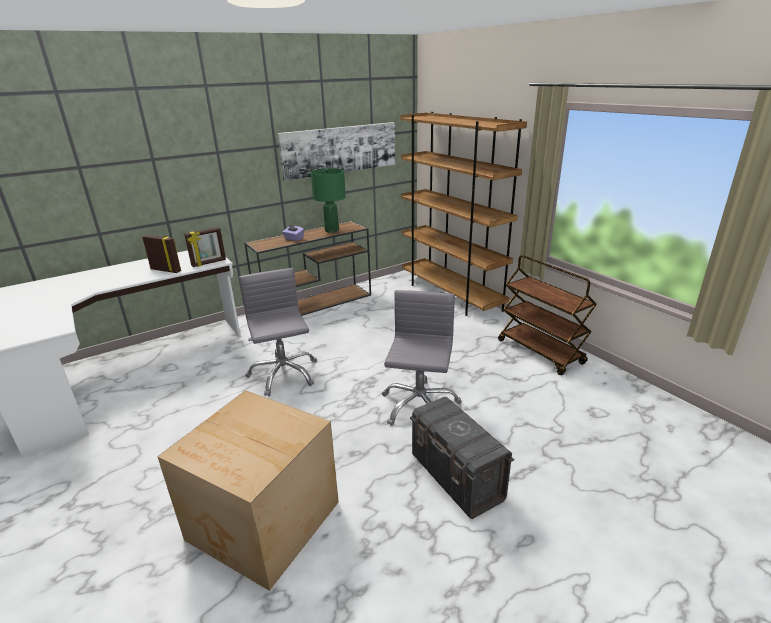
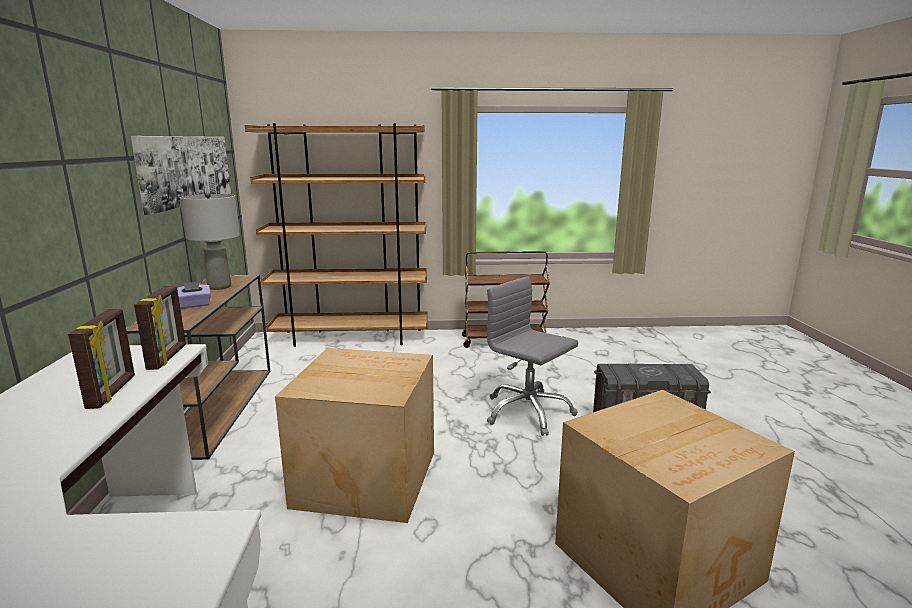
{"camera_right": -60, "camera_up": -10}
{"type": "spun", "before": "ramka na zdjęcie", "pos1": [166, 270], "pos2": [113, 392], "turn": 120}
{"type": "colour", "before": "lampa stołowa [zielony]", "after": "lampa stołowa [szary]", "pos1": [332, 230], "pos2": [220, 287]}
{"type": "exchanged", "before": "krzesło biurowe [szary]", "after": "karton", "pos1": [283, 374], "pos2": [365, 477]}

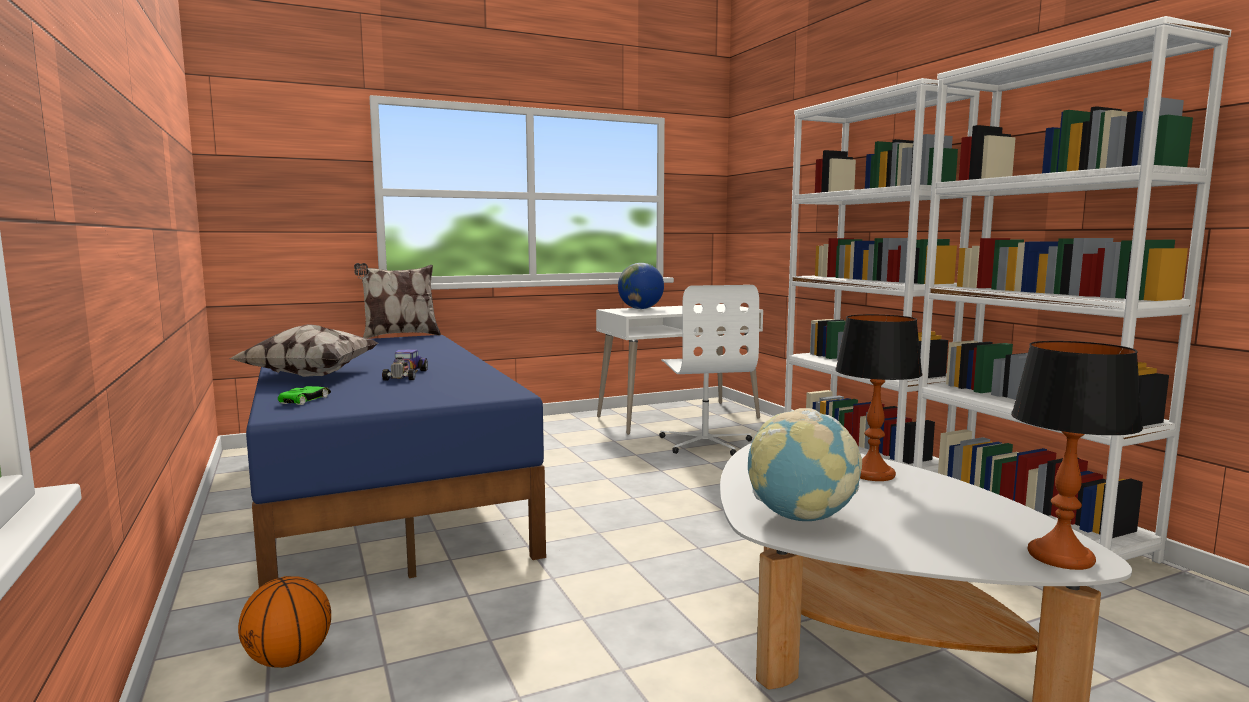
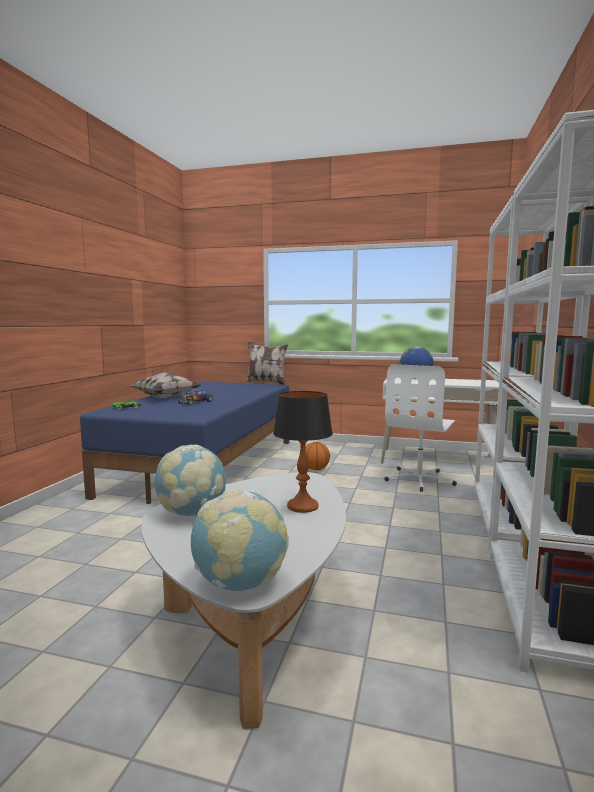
{"camera_right": 40, "camera_up": 0}
{"type": "exchanged", "before": "lampa stołowa", "after": "globus", "pos1": [1061, 557], "pos2": [240, 583]}
{"type": "relocated", "before": "piłka do koszykówki", "pos1": [289, 660], "pos2": [316, 469]}

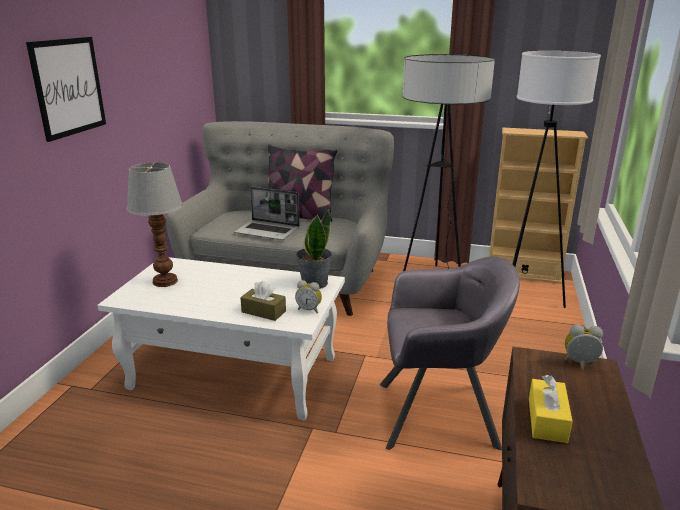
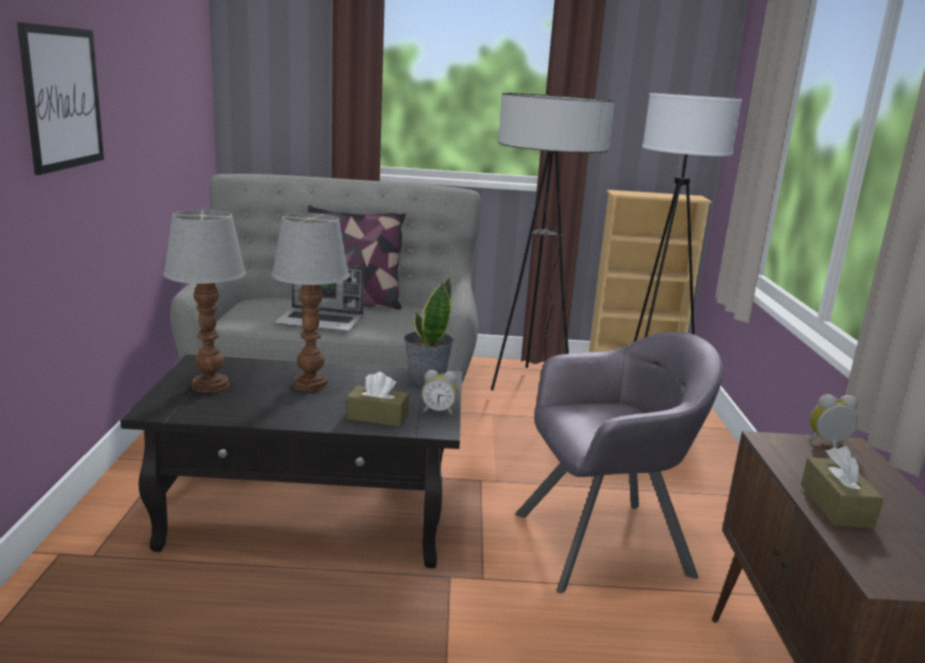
{"camera_right": -15, "camera_up": -5}
{"type": "colour", "before": "ława [biały]", "after": "ława [czarny]", "pos1": [236, 373], "pos2": [311, 515]}
{"type": "appeared", "after": "lampa stołowa", "pos2": [312, 384]}
{"type": "colour", "before": "pudełko chusteczek [żółty]", "after": "pudełko chusteczek [brązowy]", "pos1": [547, 420], "pos2": [836, 505]}

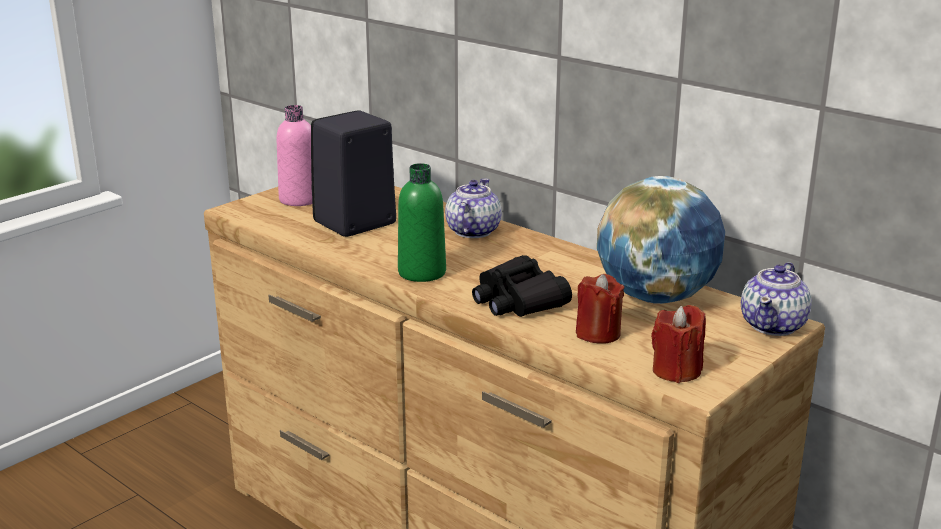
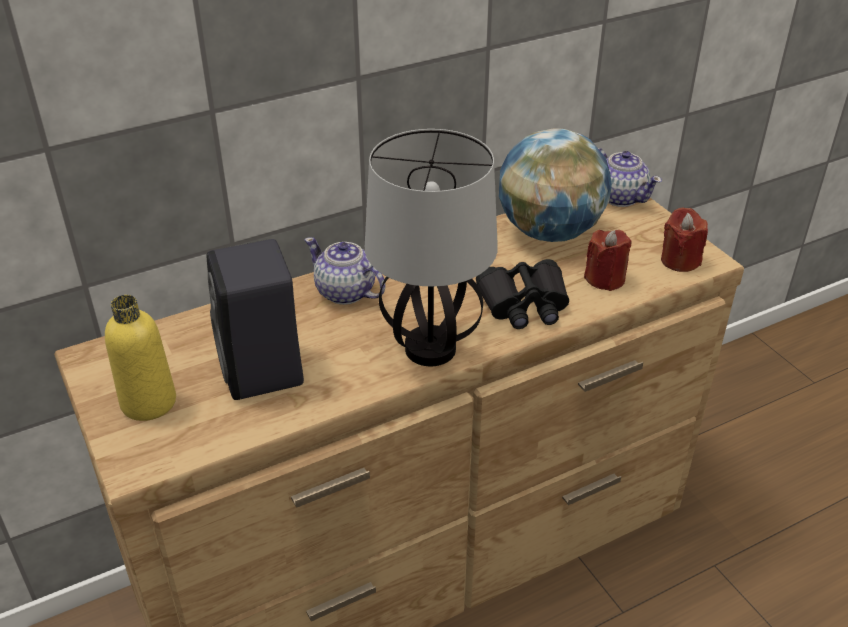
{"camera_right": -70, "camera_up": 15}
{"type": "colour", "before": "butelka [różowy]", "after": "butelka [żółty]", "pos1": [299, 199], "pos2": [148, 402]}
{"type": "exchanged", "before": "butelka [zielony]", "after": "lampa stołowa", "pos1": [422, 272], "pos2": [430, 348]}

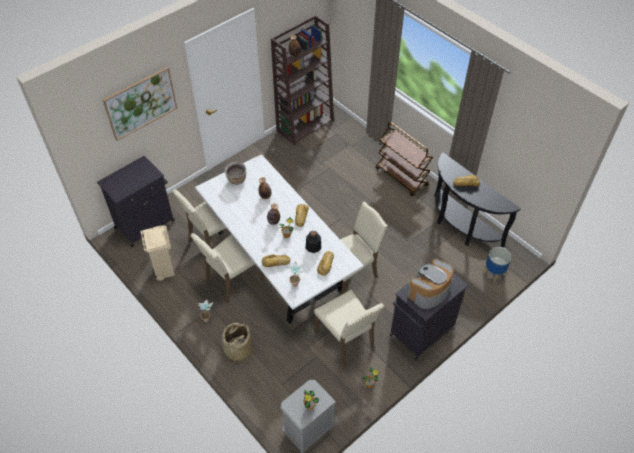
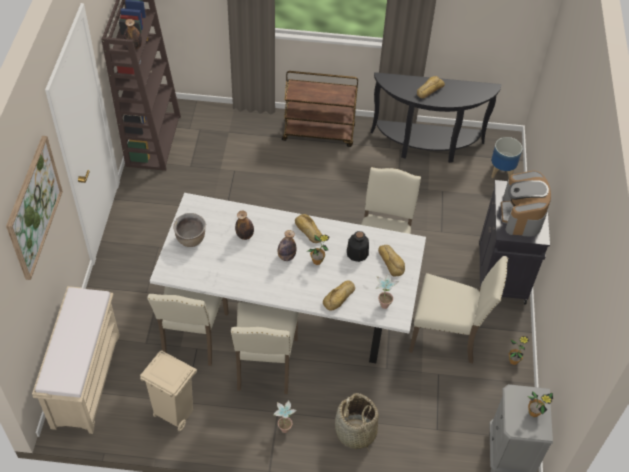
{"camera_right": -45, "camera_up": 0}
{"type": "exchanged", "before": "szafka [czarny]", "after": "ławka [beżowy]", "pos1": [146, 223], "pos2": [86, 379]}

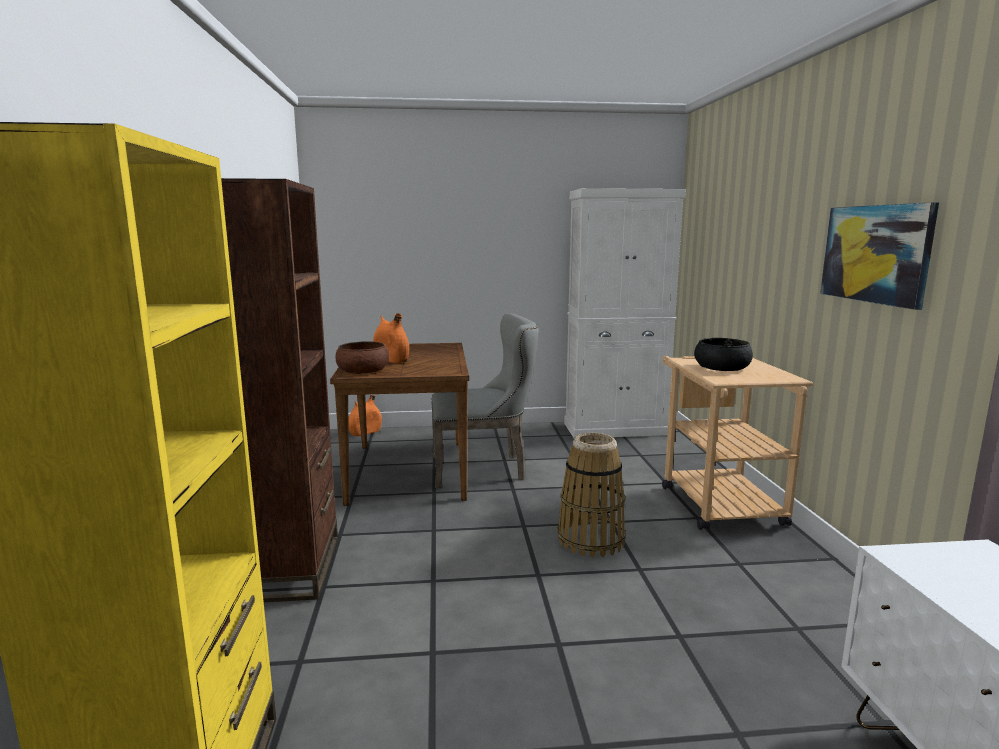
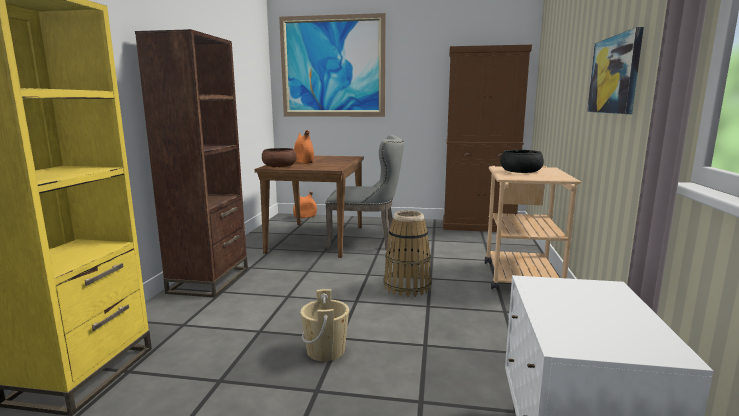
{"camera_right": 15, "camera_up": 0}
{"type": "appeared", "after": "obraz", "pos2": [332, 67]}
{"type": "appeared", "after": "wiadro [beżowy]", "pos2": [326, 351]}
{"type": "colour", "before": "szafka [biały]", "after": "szafka [brązowy]", "pos1": [615, 429], "pos2": [478, 226]}

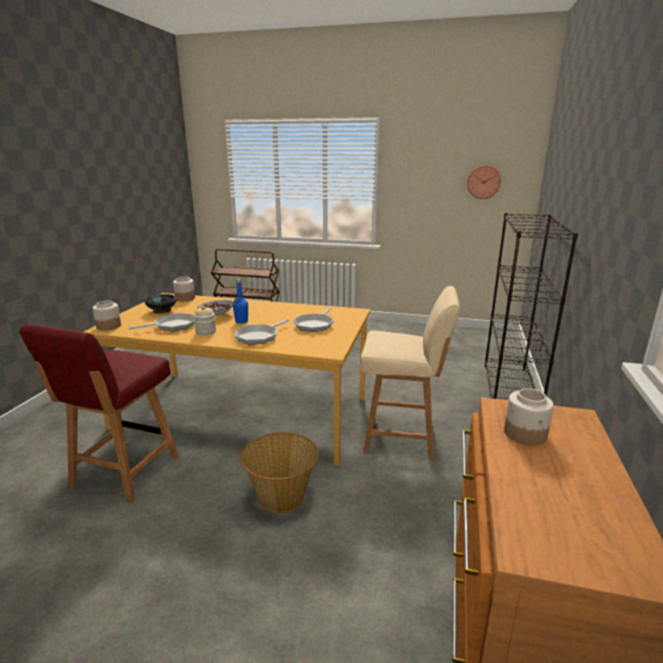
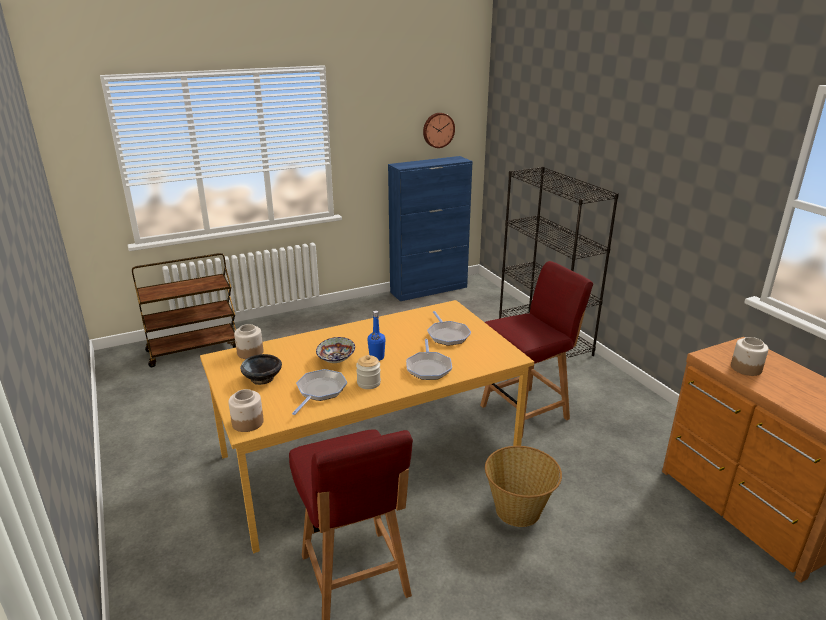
{"camera_right": -40, "camera_up": 5}
{"type": "appeared", "after": "szafka [niebieski]", "pos2": [429, 289]}
{"type": "colour", "before": "krzesło [beżowy]", "after": "krzesło [czerwony]", "pos1": [401, 436], "pos2": [526, 411]}

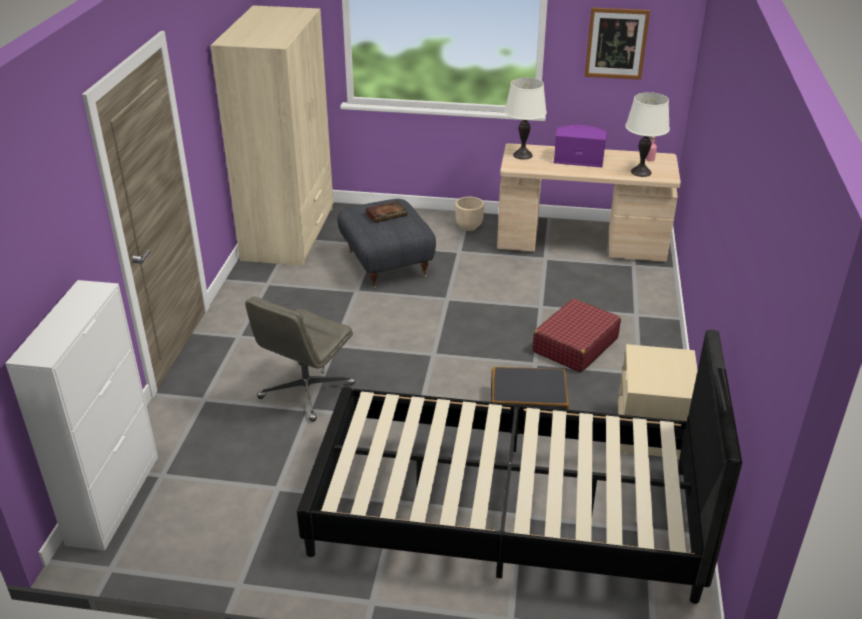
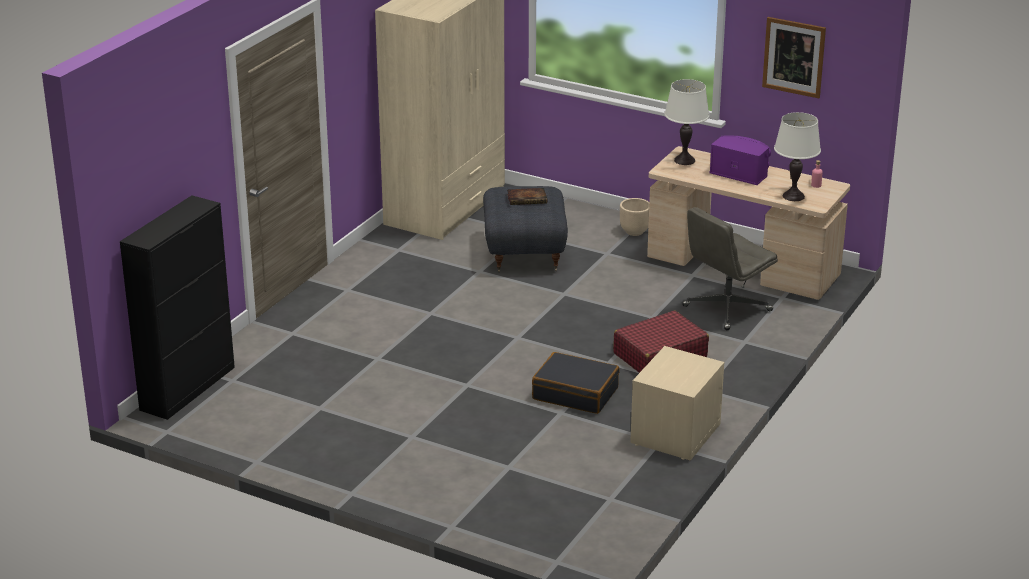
{"camera_right": 20, "camera_up": -5}
{"type": "colour", "before": "szafka [biały]", "after": "szafka [czarny]", "pos1": [114, 498], "pos2": [188, 388]}
{"type": "relocated", "before": "krzesło biurowe [szary]", "pos1": [306, 392], "pos2": [726, 309]}
{"type": "missing", "before": "łóżko [czarny]", "pos1": [506, 512]}

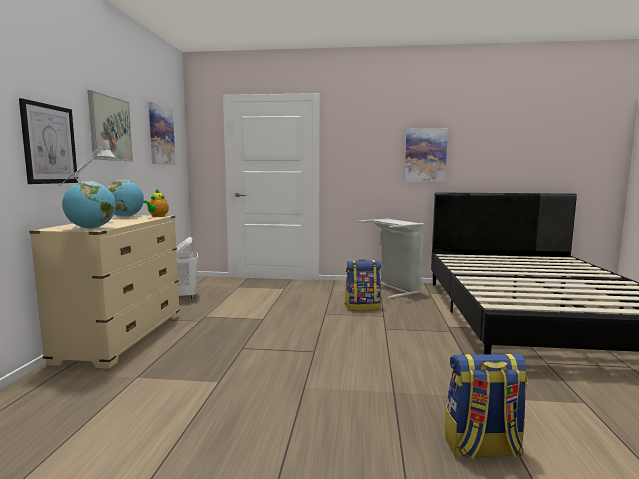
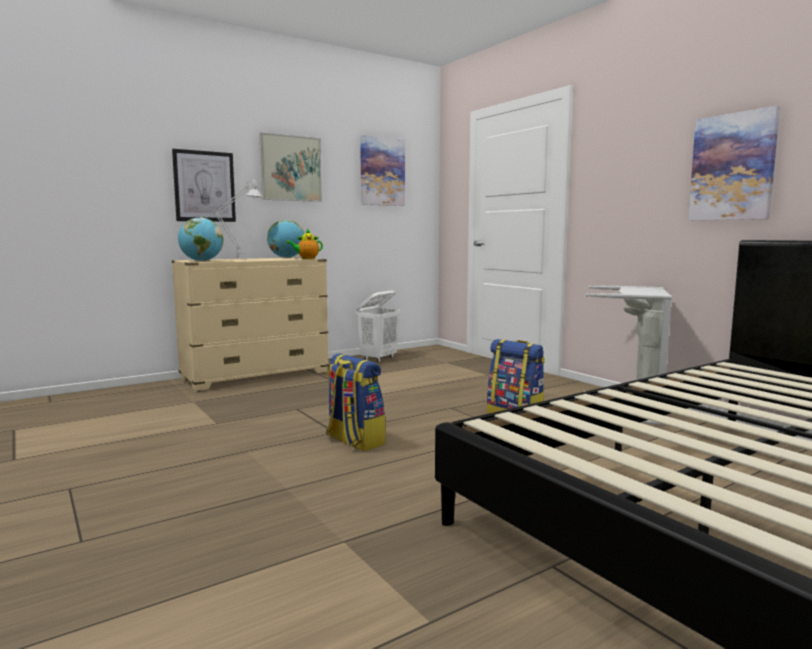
{"camera_right": 50, "camera_up": 0}
{"type": "relocated", "before": "plecak", "pos1": [482, 448], "pos2": [354, 441]}

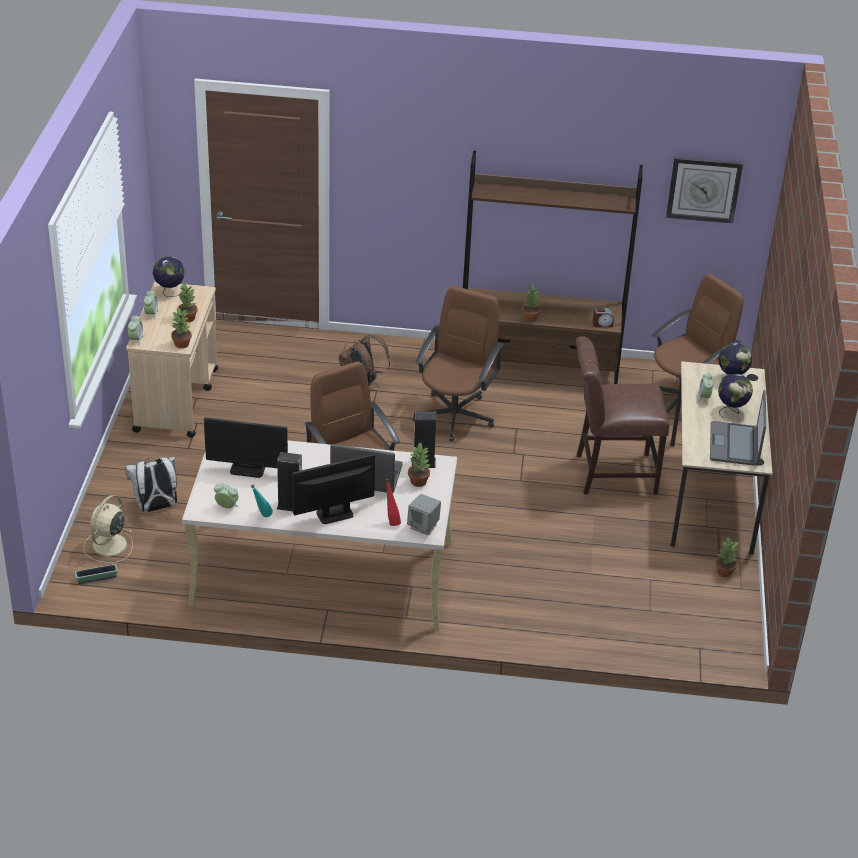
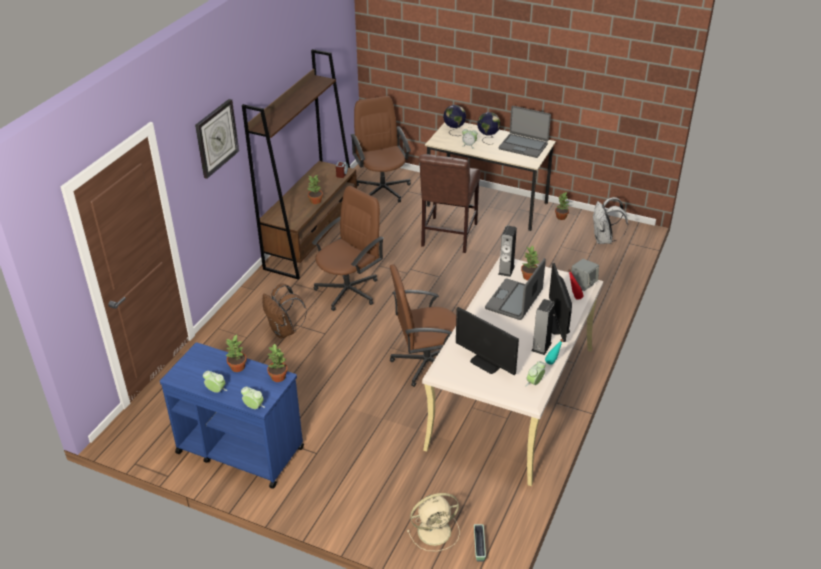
{"camera_right": -70, "camera_up": 0}
{"type": "colour", "before": "wózek [beżowy]", "after": "wózek [niebieski]", "pos1": [177, 399], "pos2": [239, 449]}
{"type": "relocated", "before": "zegar ścienny", "pos1": [703, 189], "pos2": [216, 138]}
{"type": "spun", "before": "krzesło biurowe [brązowy]", "pos1": [455, 415], "pos2": [349, 291], "turn": 90}
{"type": "spun", "before": "wentylator [beżowy]", "pos1": [108, 546], "pos2": [435, 531], "turn": -60}
{"type": "spun", "before": "monitor", "pos1": [247, 469], "pos2": [486, 363], "turn": 105}
{"type": "relocated", "before": "plecak [biały]", "pos1": [155, 507], "pos2": [604, 240]}
{"type": "missing", "before": "globus", "pos1": [169, 292]}

